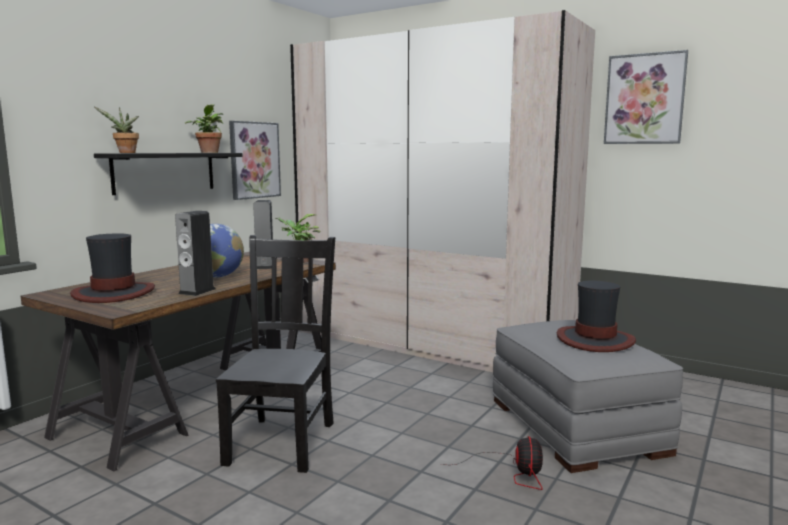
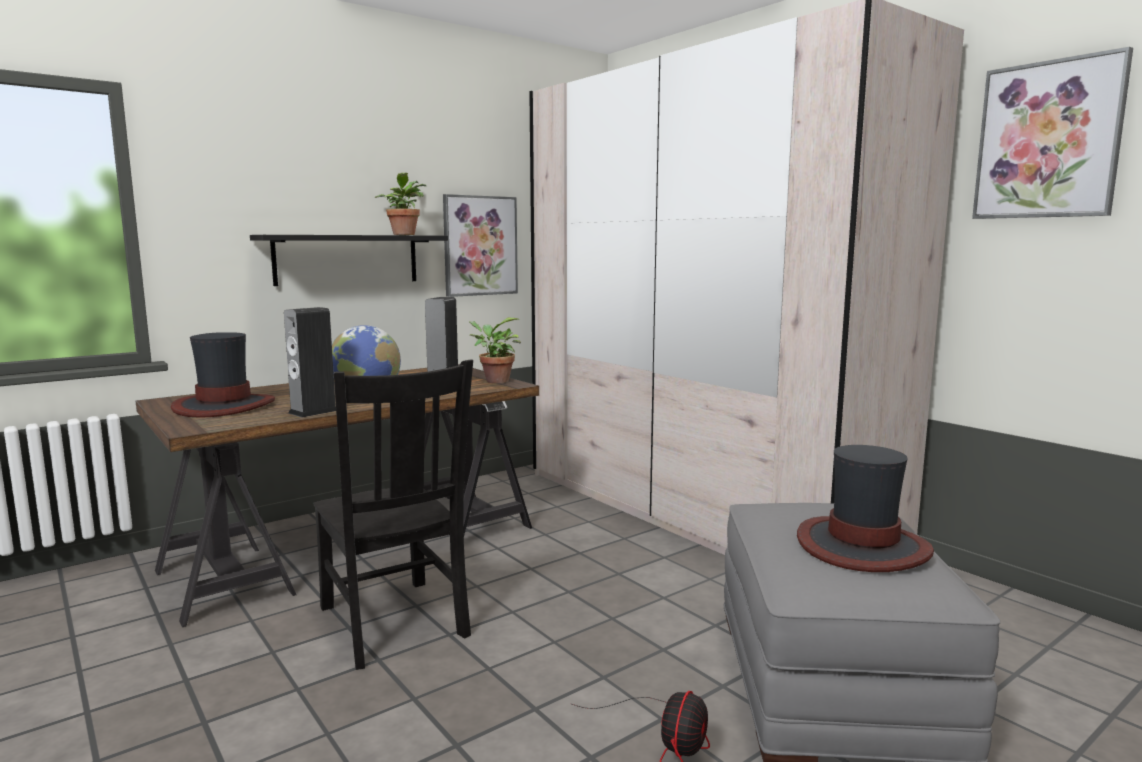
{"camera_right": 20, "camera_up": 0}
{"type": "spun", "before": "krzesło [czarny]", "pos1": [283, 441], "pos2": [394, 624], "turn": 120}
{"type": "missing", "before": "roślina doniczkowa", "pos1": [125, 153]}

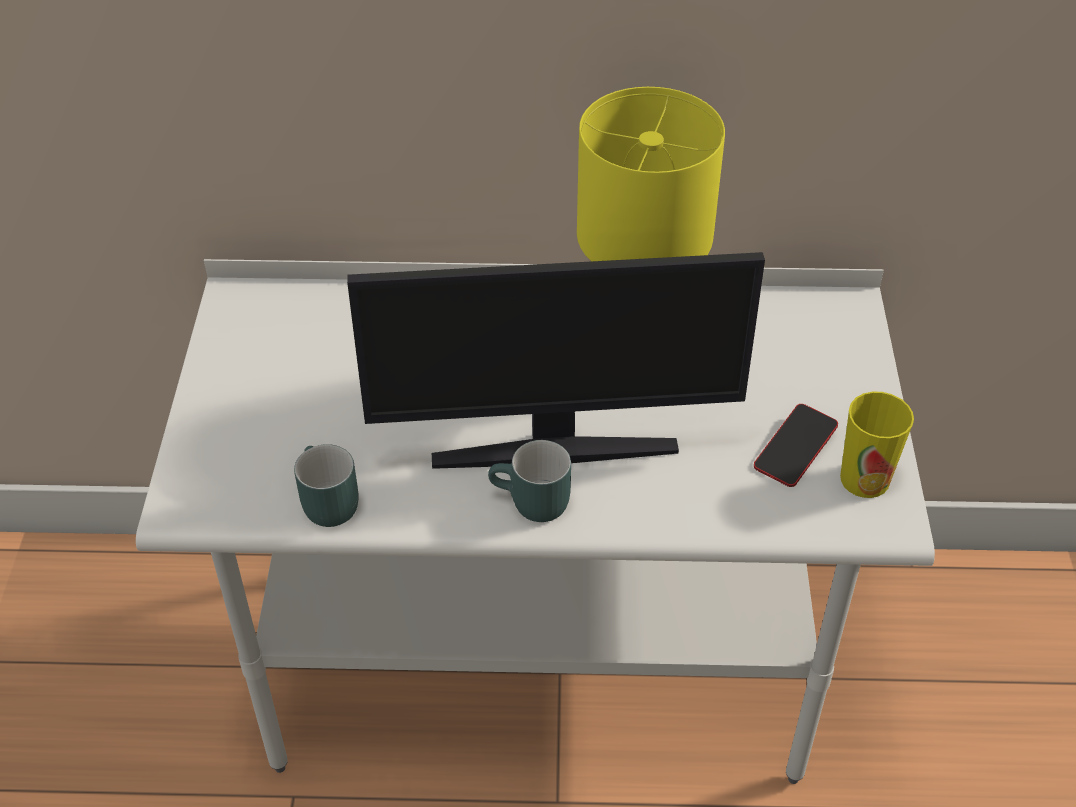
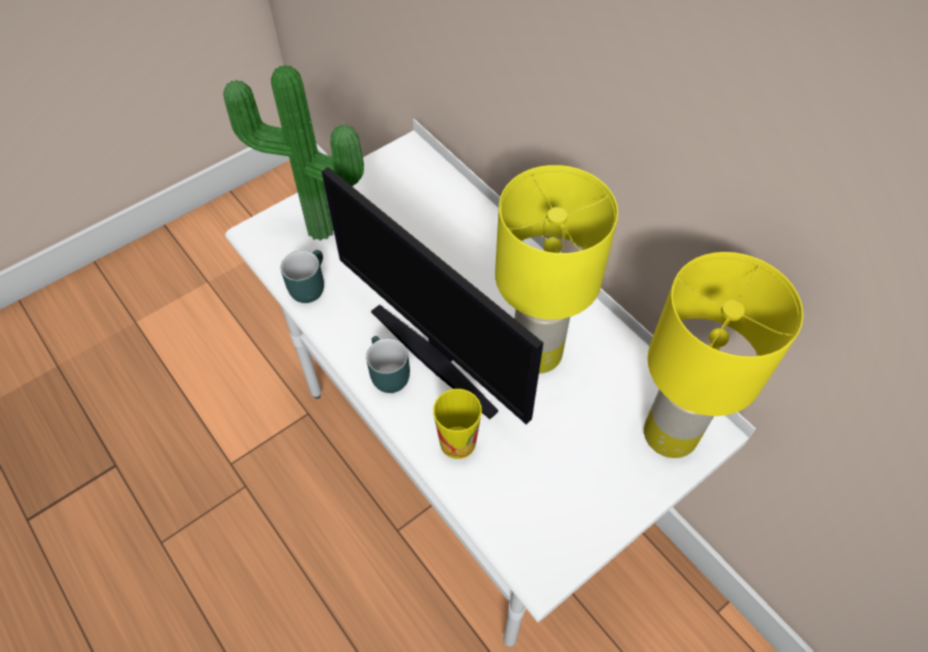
{"camera_right": 50, "camera_up": 10}
{"type": "appeared", "after": "roślina doniczkowa", "pos2": [319, 234]}
{"type": "relocated", "before": "filiżanka", "pos1": [864, 479], "pos2": [457, 442]}
{"type": "appeared", "after": "lampa stołowa [żółty]", "pos2": [669, 432]}
{"type": "missing", "before": "telefon", "pos1": [795, 450]}

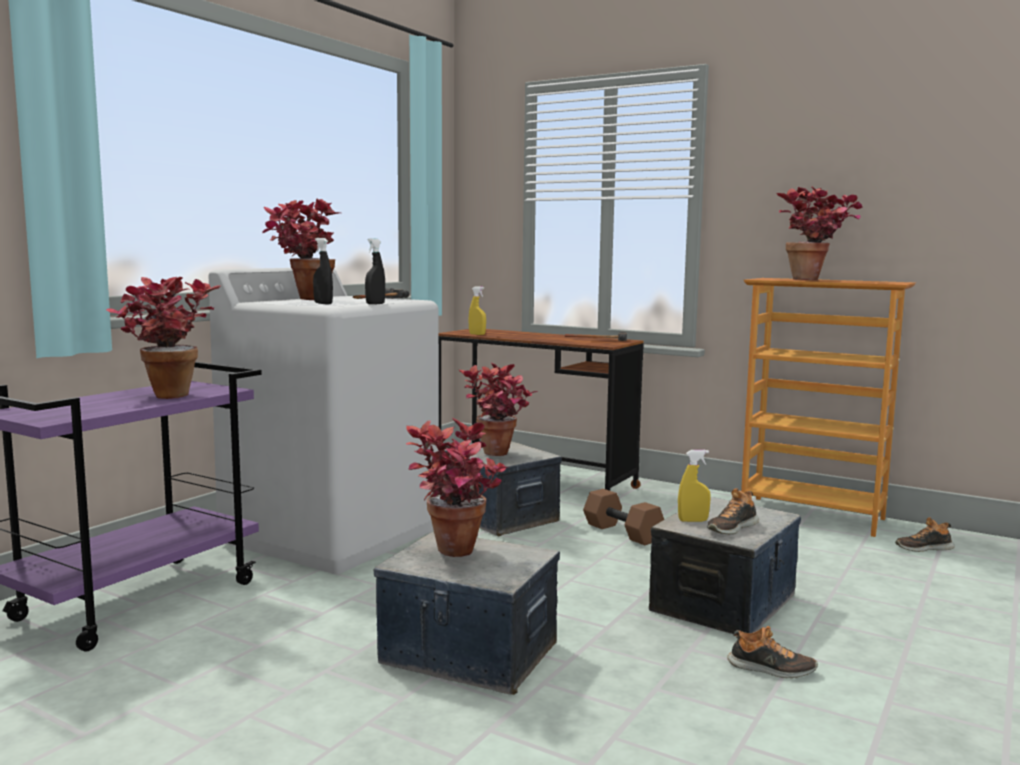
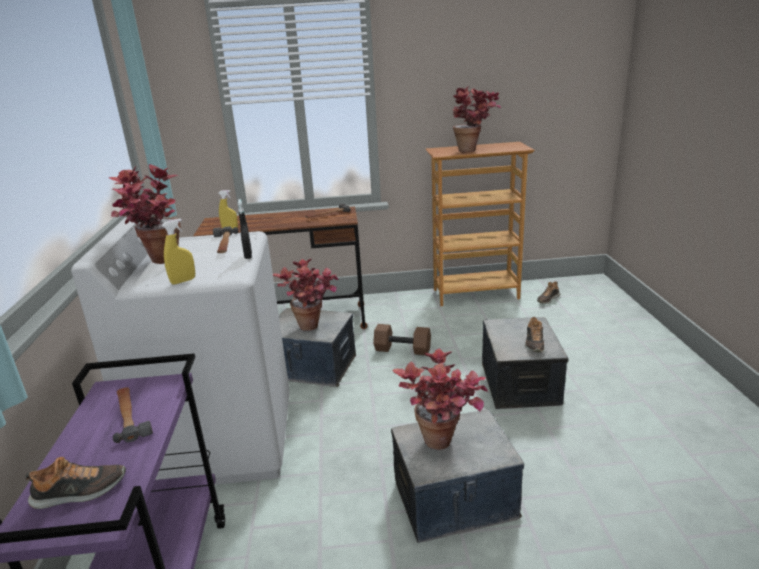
{"camera_right": -35, "camera_up": 15}
{"type": "relocated", "before": "but", "pos1": [771, 669], "pos2": [80, 492]}
{"type": "exchanged", "before": "roślina doniczkowa", "after": "młotek", "pos1": [166, 394], "pos2": [130, 416]}
{"type": "relocated", "before": "spryskiwacz [żółty]", "pos1": [693, 521], "pos2": [183, 281]}
{"type": "missing", "before": "spryskiwacz [czarny]", "pos1": [323, 303]}

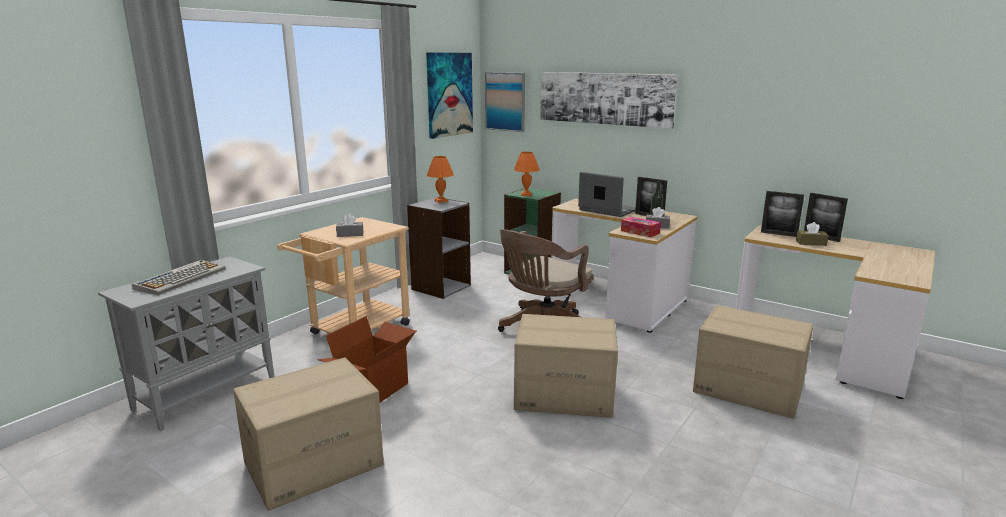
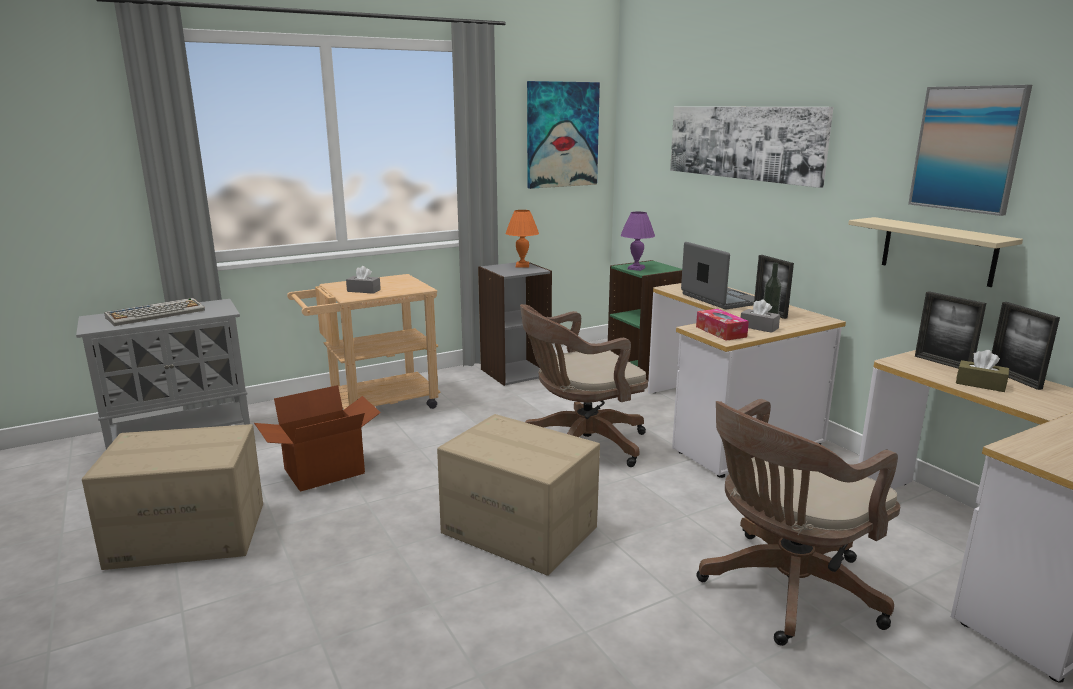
{"camera_right": 25, "camera_up": 0}
{"type": "colour", "before": "lampa stołowa [pomarańczowy]", "after": "lampa stołowa [fioletowy]", "pos1": [526, 195], "pos2": [636, 268]}
{"type": "exchanged", "before": "karton", "after": "krzesło biurowe [brązowy]", "pos1": [747, 389], "pos2": [784, 591]}
{"type": "appeared", "after": "półka [beżowy]", "pos2": [937, 251]}
{"type": "relocated", "before": "obraz", "pos1": [505, 101], "pos2": [967, 149]}

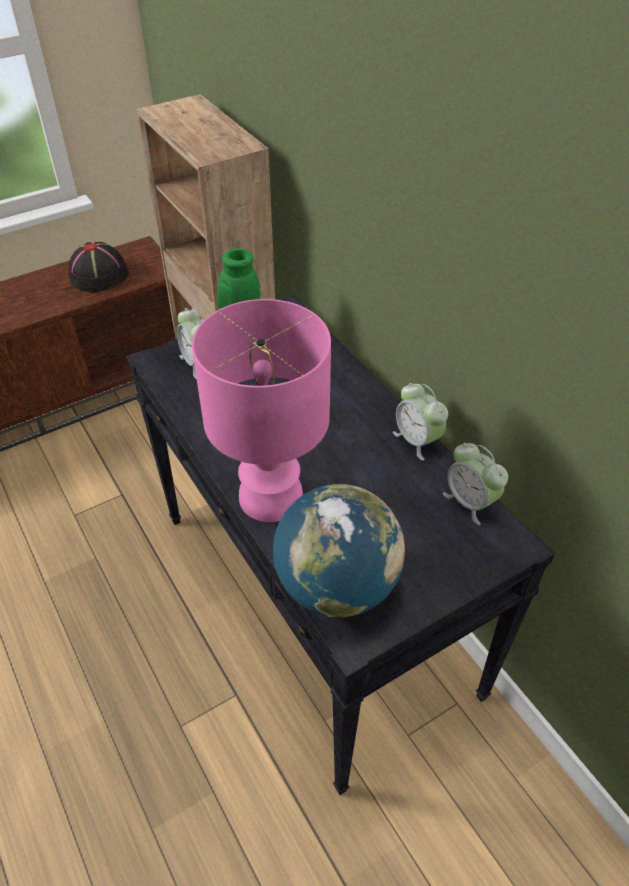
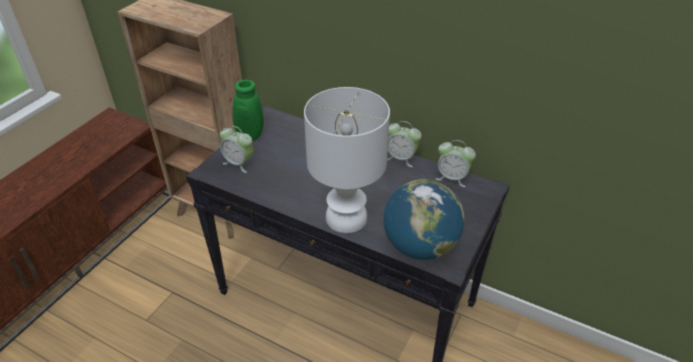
{"camera_right": -30, "camera_up": -5}
{"type": "colour", "before": "lampa stołowa [różowy]", "after": "lampa stołowa [biały]", "pos1": [271, 495], "pos2": [346, 217]}
{"type": "missing", "before": "kapelusz [czarny]", "pos1": [99, 275]}

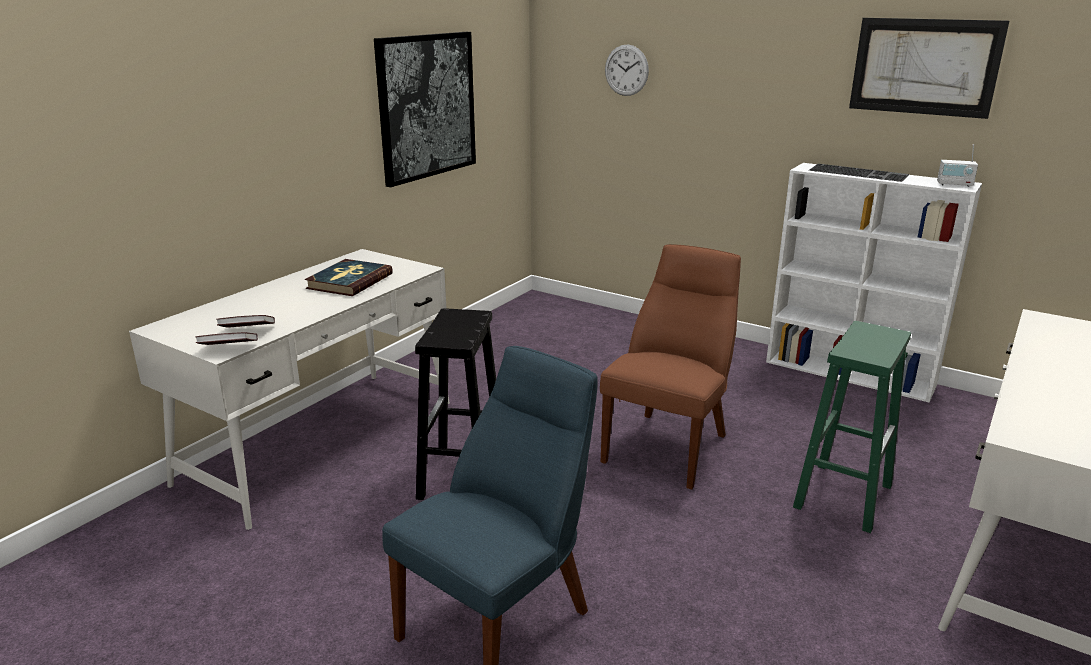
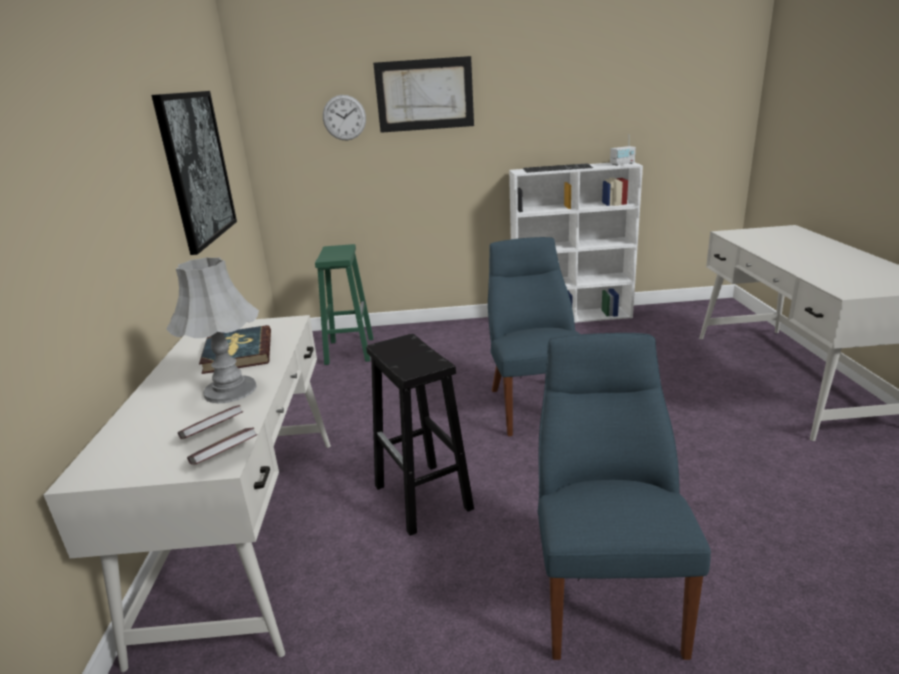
{"camera_right": -35, "camera_up": 0}
{"type": "appeared", "after": "lampa stołowa [szary]", "pos2": [230, 390]}
{"type": "relocated", "before": "stołek [zielony]", "pos1": [843, 495], "pos2": [349, 350]}
{"type": "relocated", "before": "obraz", "pos1": [924, 67], "pos2": [424, 95]}
{"type": "colour", "before": "krzesło [brązowy]", "after": "krzesło [niebieski]", "pos1": [669, 445], "pos2": [535, 404]}

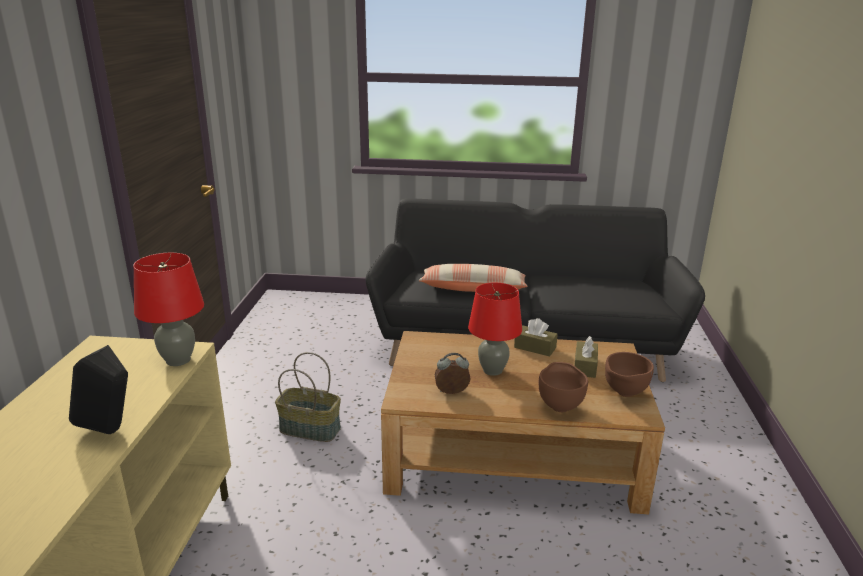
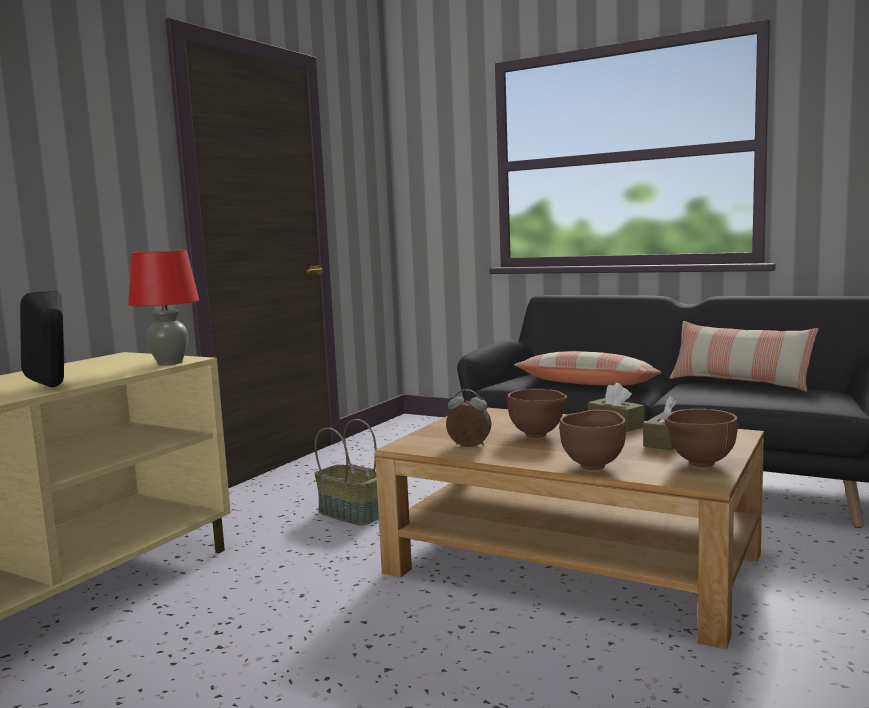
{"camera_right": 25, "camera_up": -15}
{"type": "exchanged", "before": "lampa stołowa [czerwony]", "after": "miska [brązowy]", "pos1": [492, 370], "pos2": [538, 436]}
{"type": "appeared", "after": "poduszka", "pos2": [739, 382]}

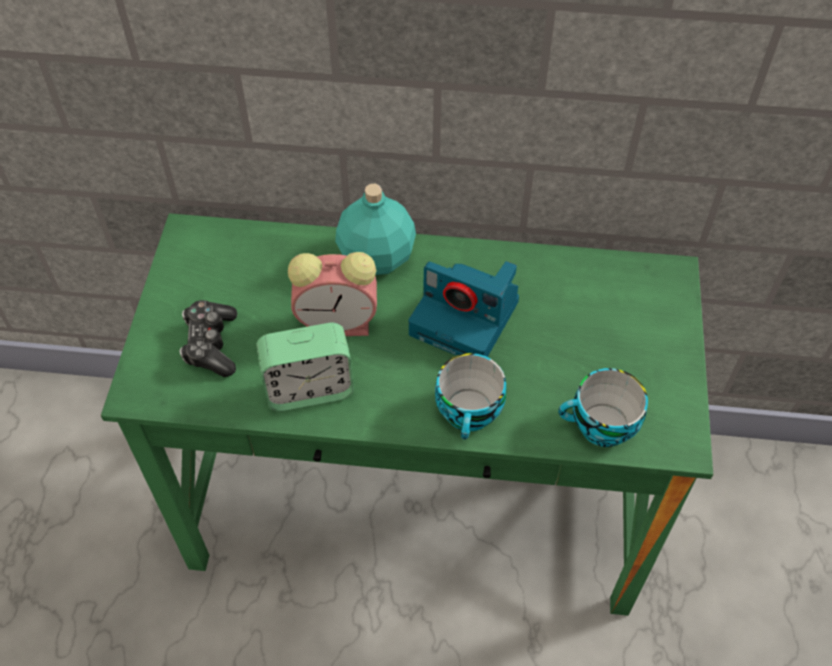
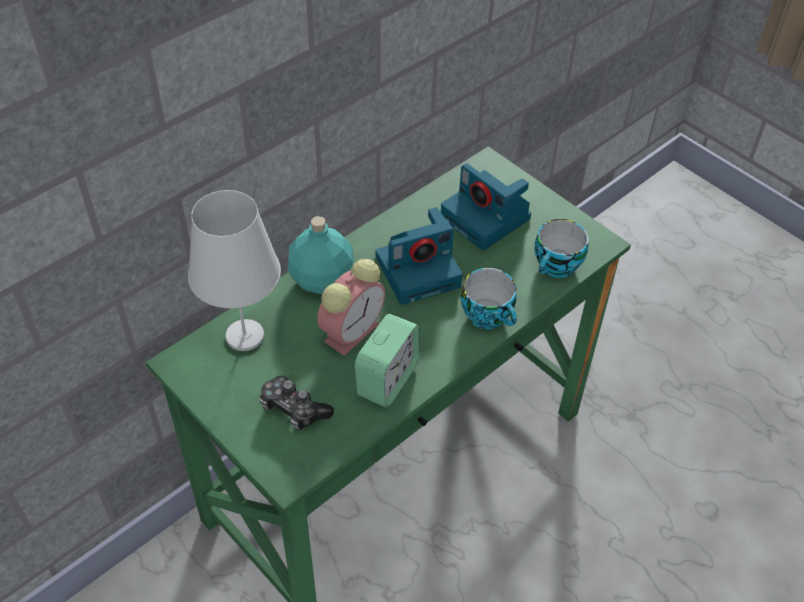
{"camera_right": -50, "camera_up": -5}
{"type": "appeared", "after": "lampa stołowa [biały]", "pos2": [244, 336]}
{"type": "appeared", "after": "aparat fotograficzny", "pos2": [487, 218]}

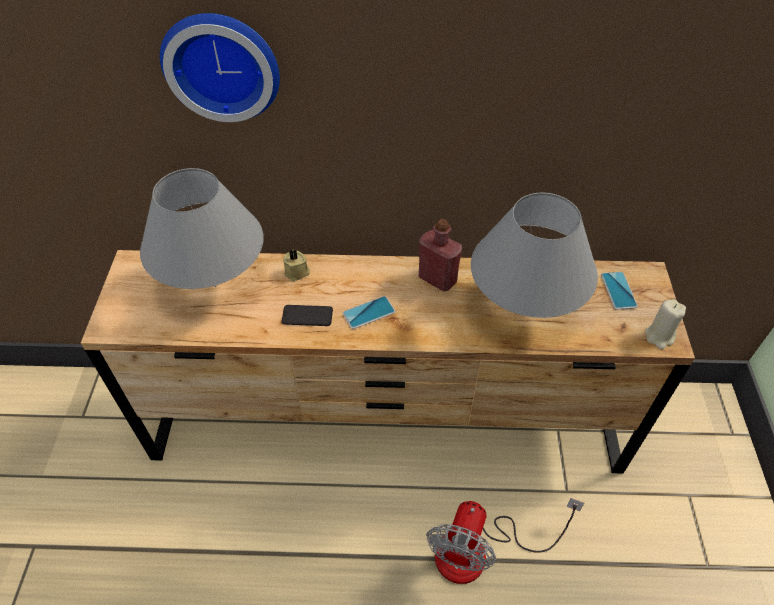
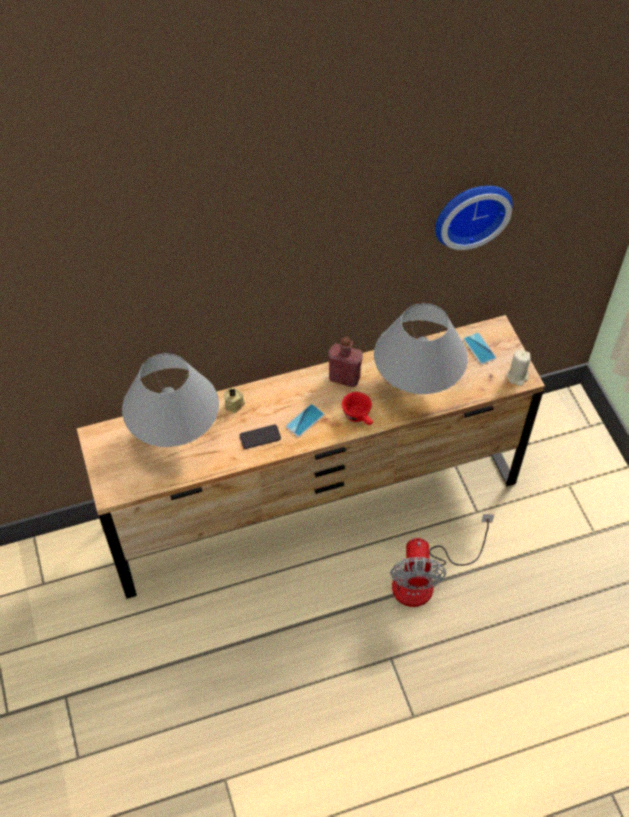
{"camera_right": -20, "camera_up": 5}
{"type": "appeared", "after": "filiżanka [czerwony]", "pos2": [359, 417]}
{"type": "relocated", "before": "zegar ścienny", "pos1": [222, 64], "pos2": [470, 212]}

